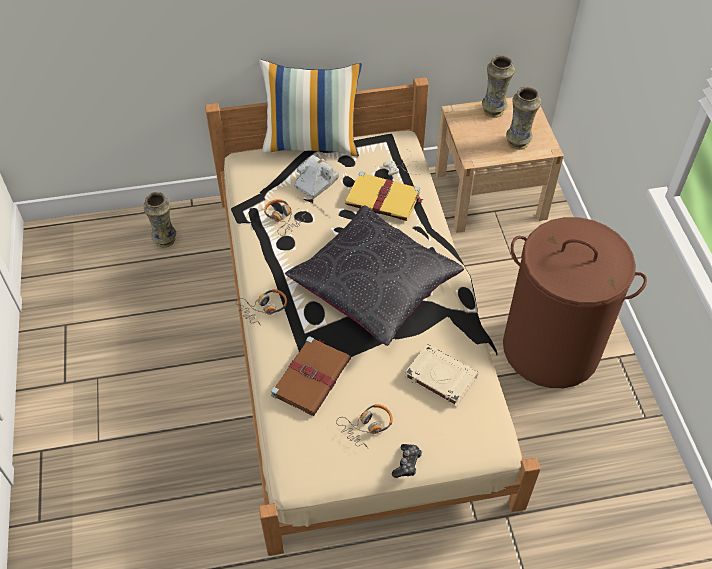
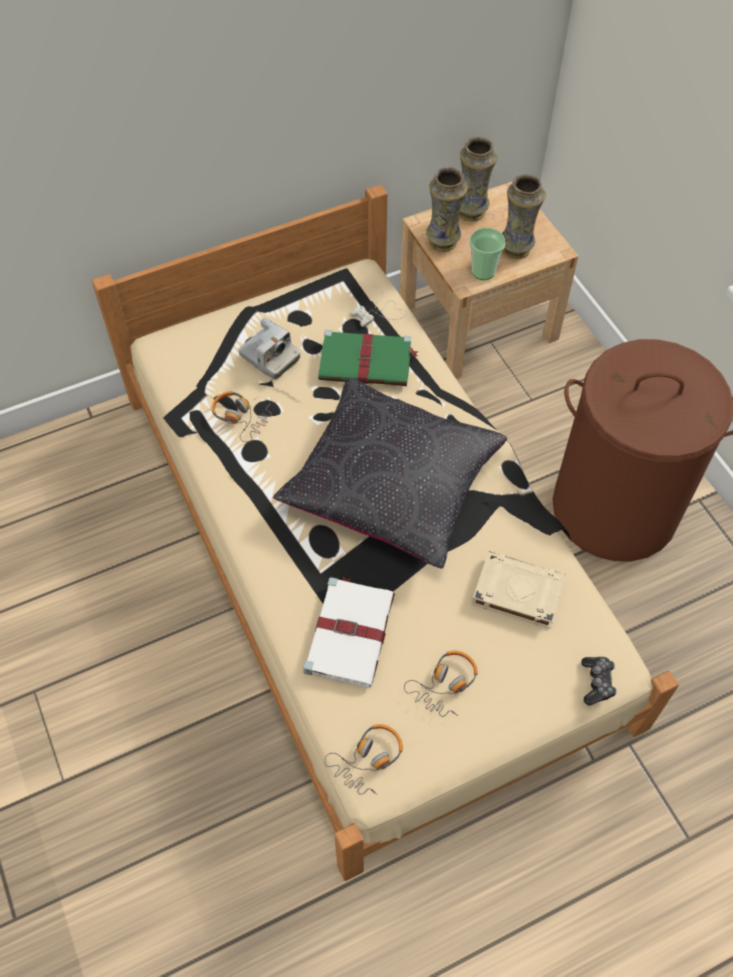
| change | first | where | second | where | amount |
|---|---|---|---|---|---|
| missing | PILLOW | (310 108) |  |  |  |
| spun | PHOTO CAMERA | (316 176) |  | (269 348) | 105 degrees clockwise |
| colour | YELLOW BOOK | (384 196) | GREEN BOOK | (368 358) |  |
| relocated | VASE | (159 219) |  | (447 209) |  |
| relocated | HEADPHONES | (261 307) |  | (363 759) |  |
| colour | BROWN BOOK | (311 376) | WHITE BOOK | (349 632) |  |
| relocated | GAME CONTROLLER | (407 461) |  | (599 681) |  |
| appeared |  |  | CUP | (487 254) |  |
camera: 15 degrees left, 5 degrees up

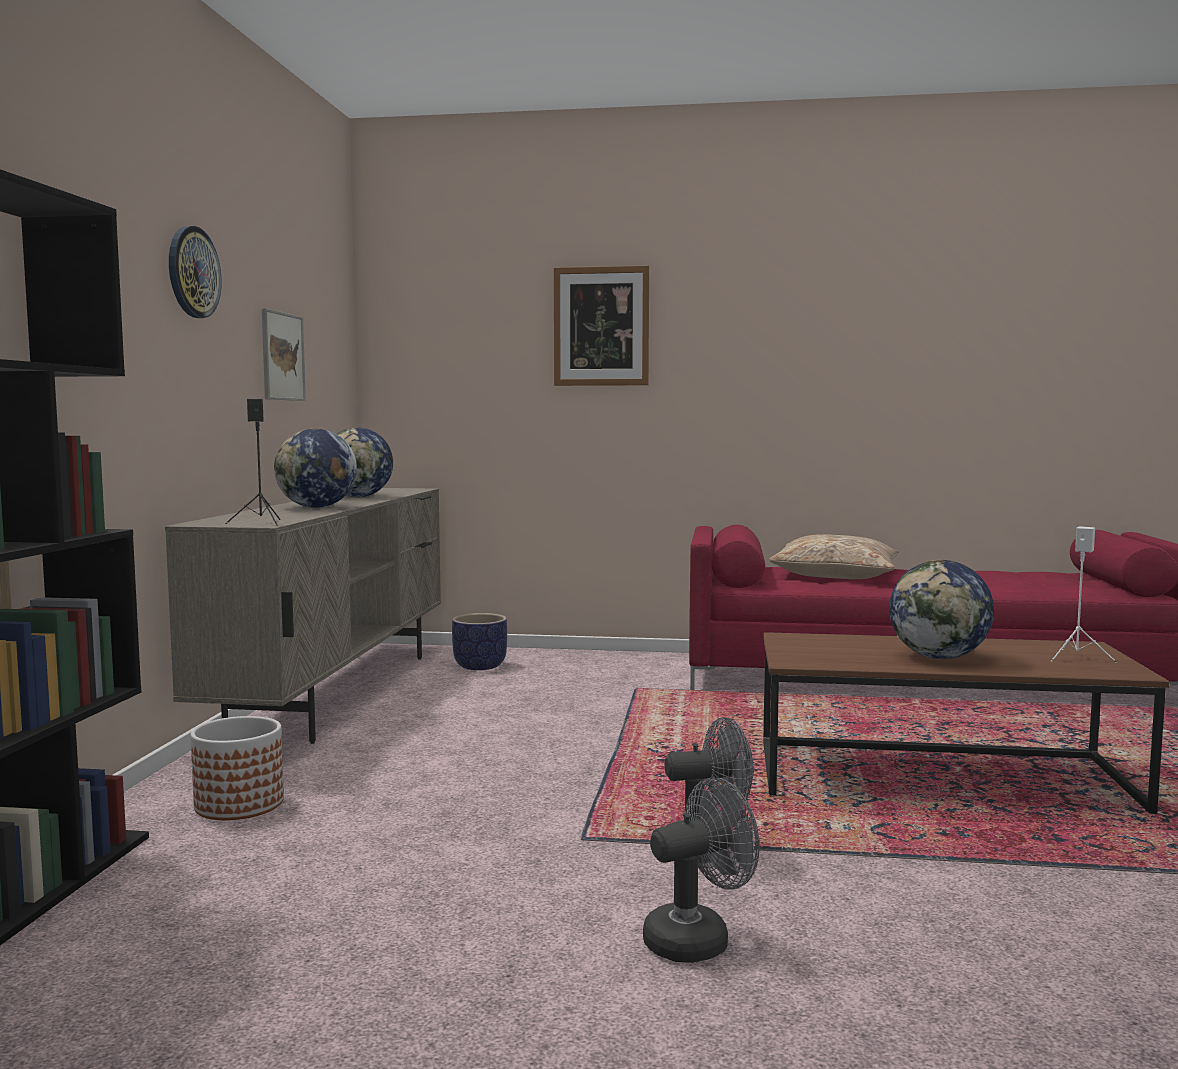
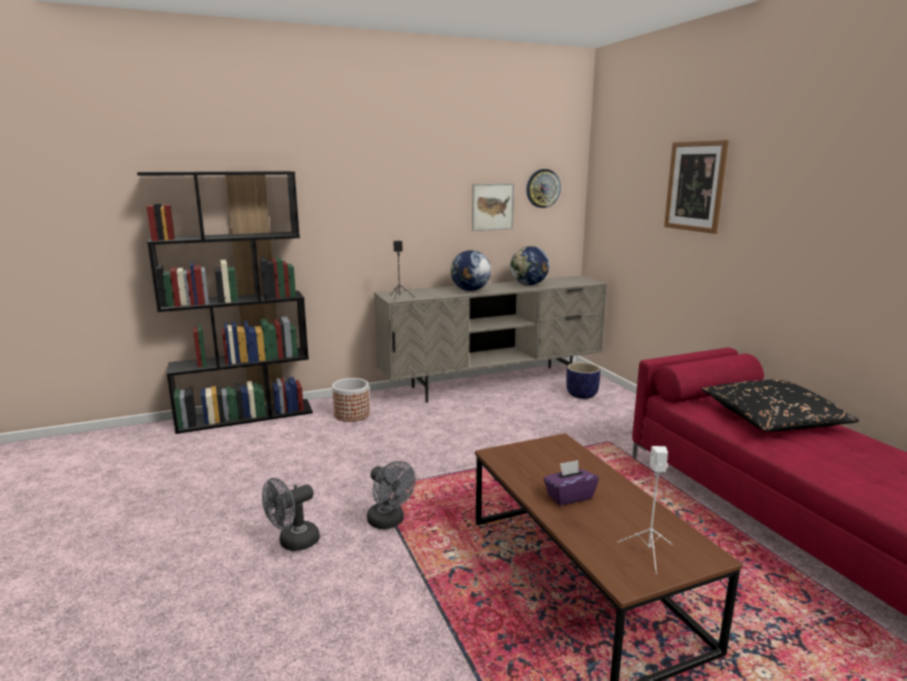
| change | first | where | second | where | amount |
|---|---|---|---|---|---|
| relocated | WALL CLOCK | (195 272) |  | (543 188) |  |
| colour | BEIGE PILLOW | (833 556) | BLACK PILLOW | (780 405) |  |
| exchanged | GLOBE | (941 609) | PURPLE TISSUE BOX | (571 482) |  |
| spun | GREY FAN | (701 870) |  | (291 514) | 105 degrees clockwise |
camera: 60 degrees right, 10 degrees up

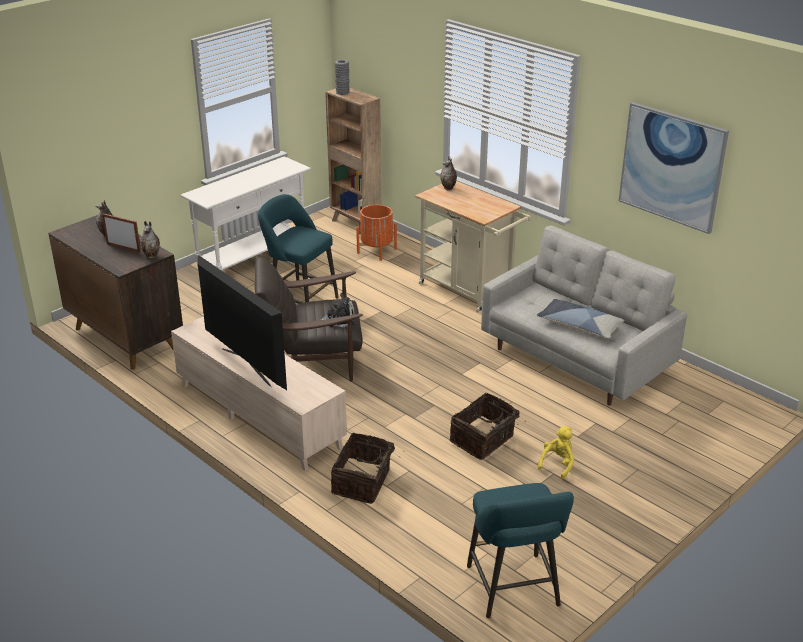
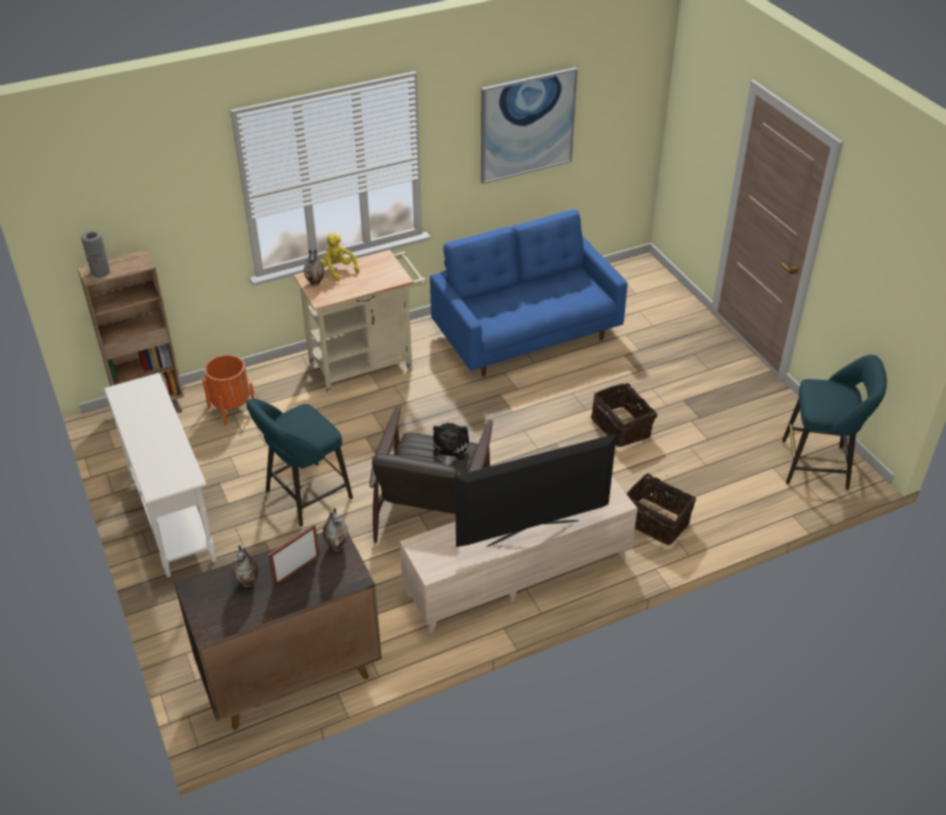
| change | first | where | second | where | amount |
|---|---|---|---|---|---|
| colour | GREY SOFA | (584 315) | BLUE SOFA | (529 293) |  |
| missing | PILLOW | (580 318) |  |  |  |
| relocated | YELLOW PLUSH TOY | (556 452) |  | (339 257) |  |
camera: 70 degrees left, 10 degrees up

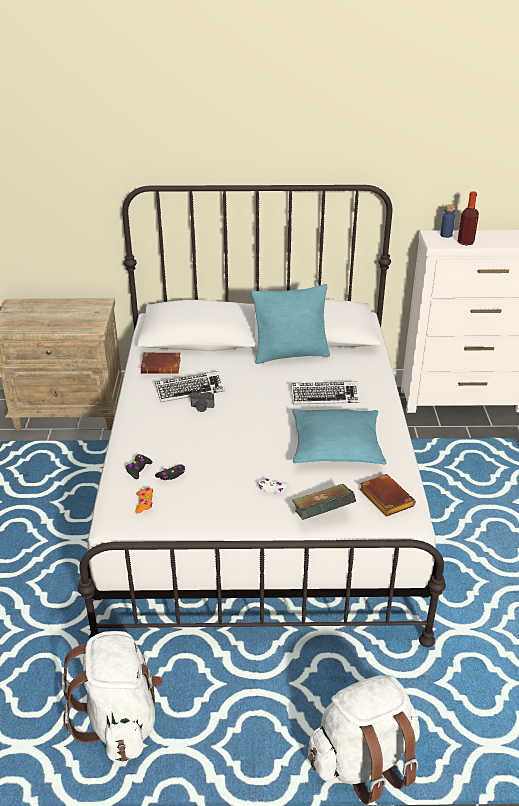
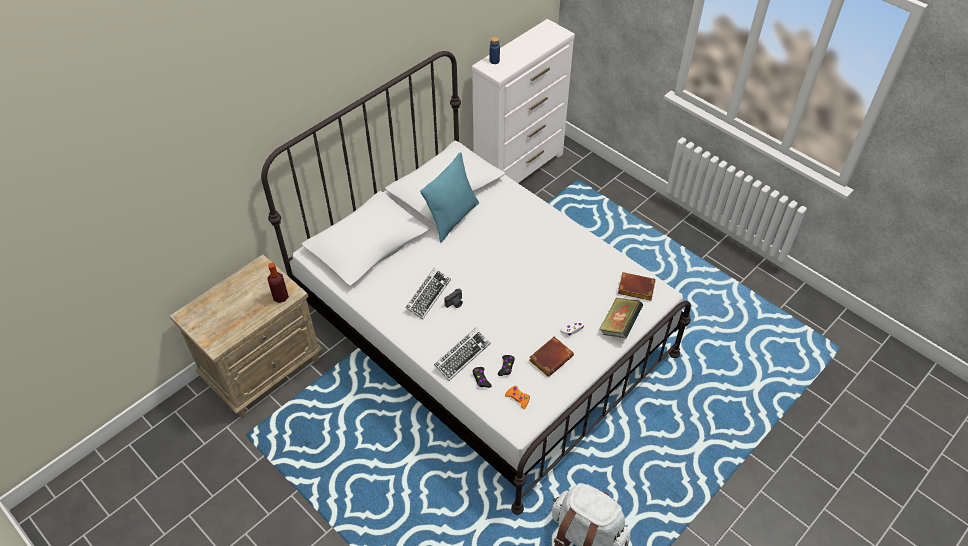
| change | first | where | second | where | amount |
|---|---|---|---|---|---|
| relocated | BOTTLE | (468 218) |  | (278 283) |  |
| relocated | BROWN BOOK | (160 363) |  | (551 357) |  |
| relocated | KEYBOARD | (325 393) |  | (462 354) |  |
| missing | TURQUOISE PILLOW | (340 436) |  |  |  |
| missing | WHITE BACKPACK | (364 739) |  |  |  |
camera: 45 degrees left, 15 degrees up

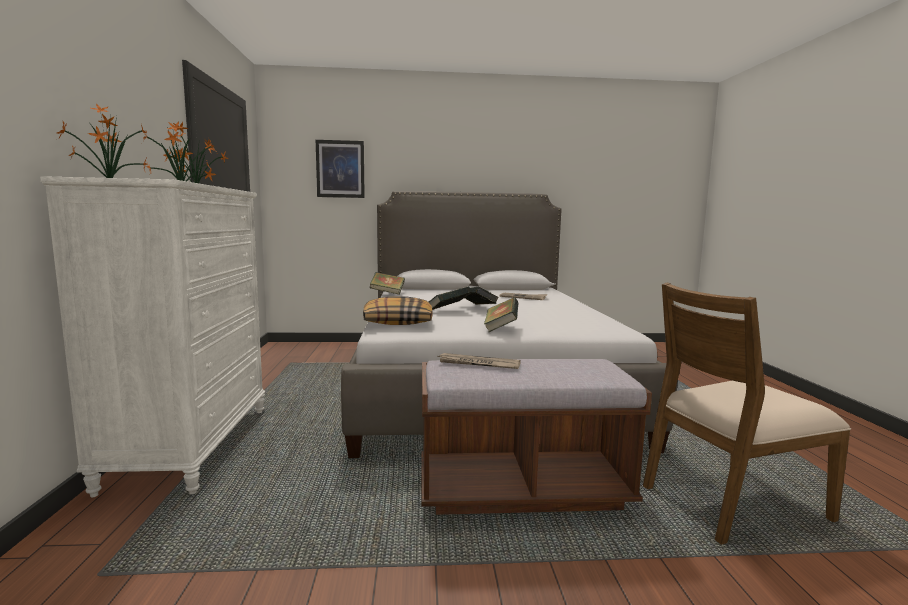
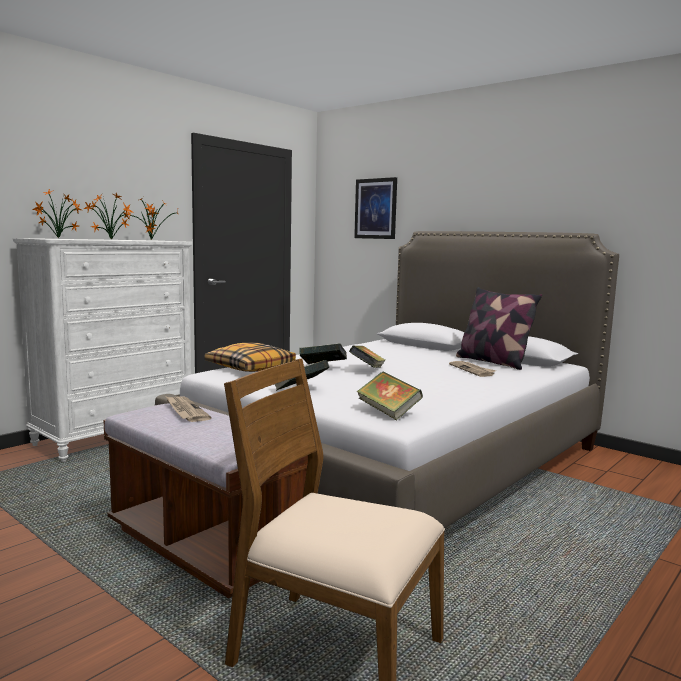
| change | first | where | second | where | amount |
|---|---|---|---|---|---|
| relocated | BOOK | (387 283) |  | (390 395) |  |
| appeared |  |  | PILLOW | (499 328) |  |
camera: 45 degrees right, 0 degrees up

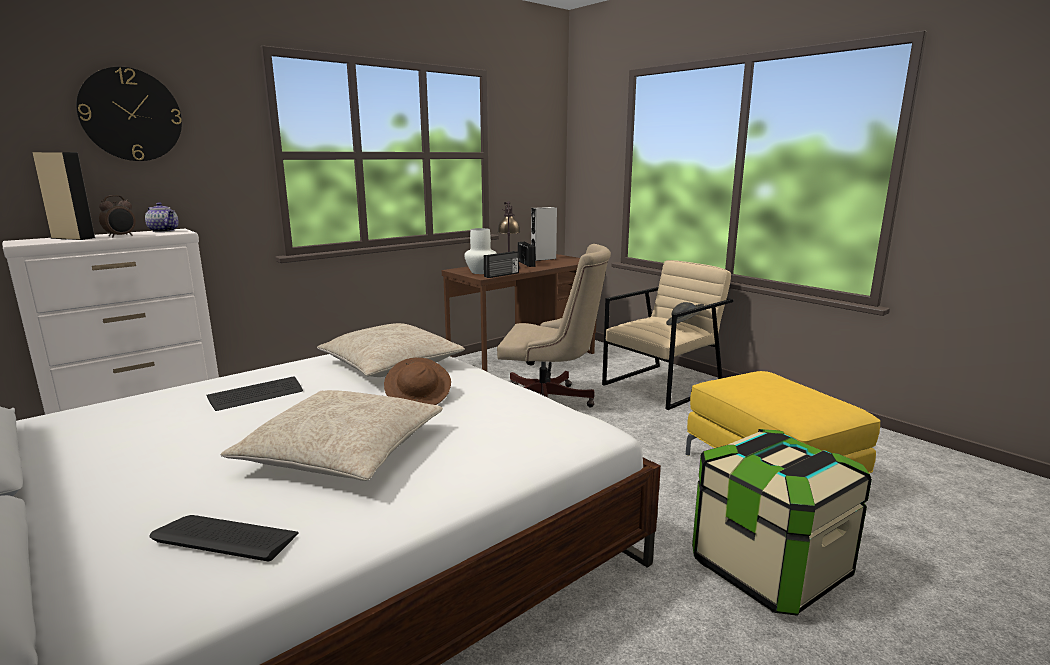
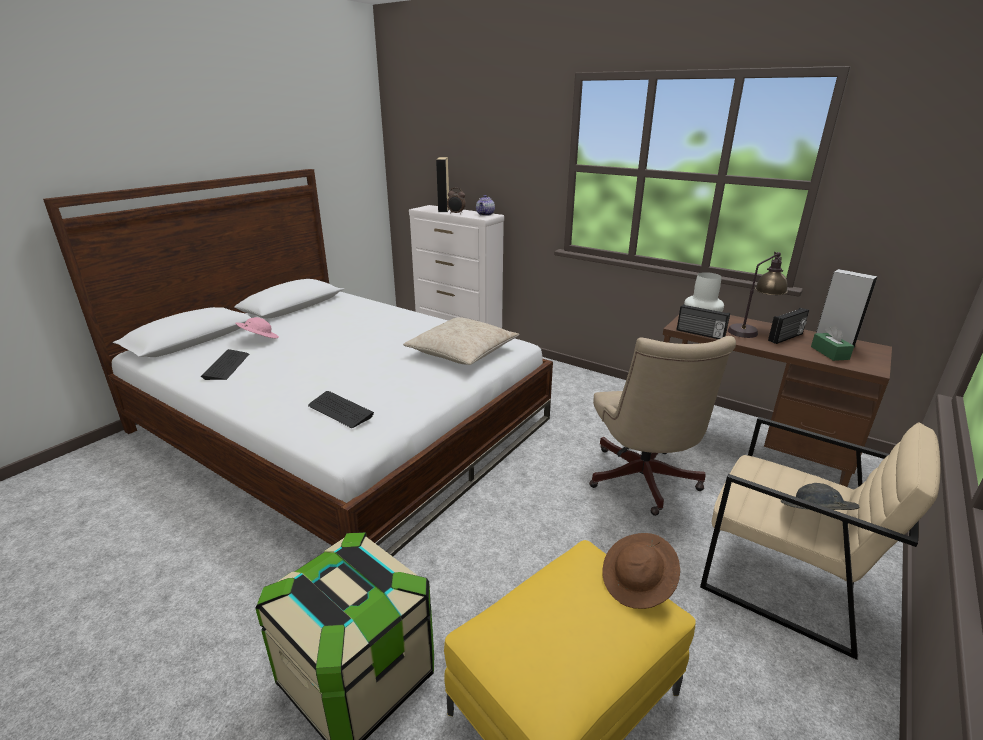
| change | first | where | second | where | amount |
|---|---|---|---|---|---|
| missing | WALL CLOCK | (129 114) |  |  |  |
| relocated | BROWN HAT | (417 381) |  | (641 571) |  |
| relocated | KEYBOARD | (254 393) |  | (341 409) |  |
| missing | BEIGE PILLOW | (331 435) |  |  |  |
| appeared |  |  | PINK HAT | (257 327) |  |
| appeared |  |  | GREEN TISSUE BOX | (832 343) |  |
camera: 75 degrees right, 10 degrees up

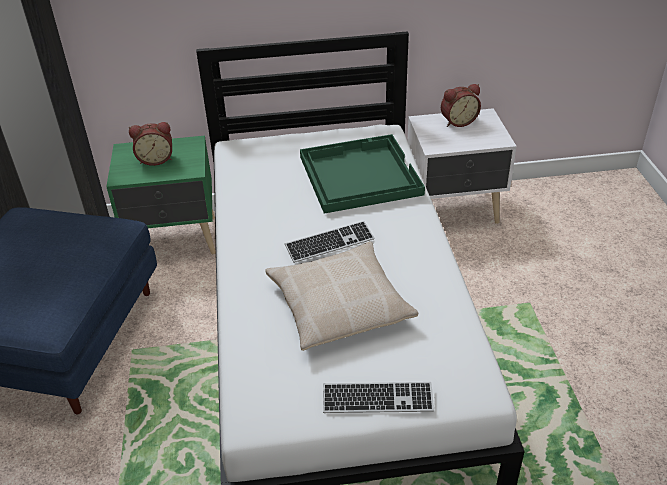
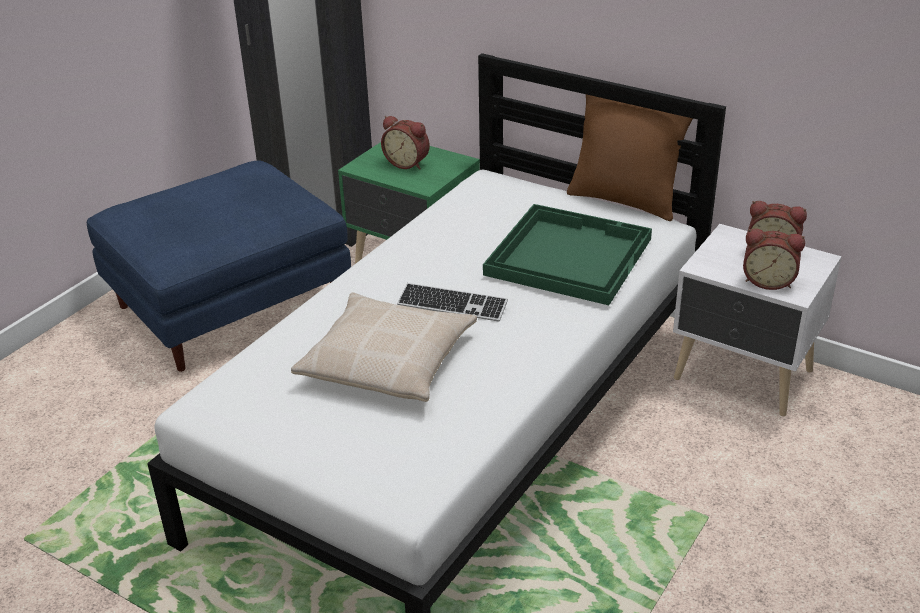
| change | first | where | second | where | amount |
|---|---|---|---|---|---|
| missing | KEYBOARD | (378 397) |  |  |  |
| appeared |  |  | BROWN PILLOW | (630 157) |  |
| appeared |  |  | ALARM CLOCK | (774 259) |  |
camera: 40 degrees right, 5 degrees down

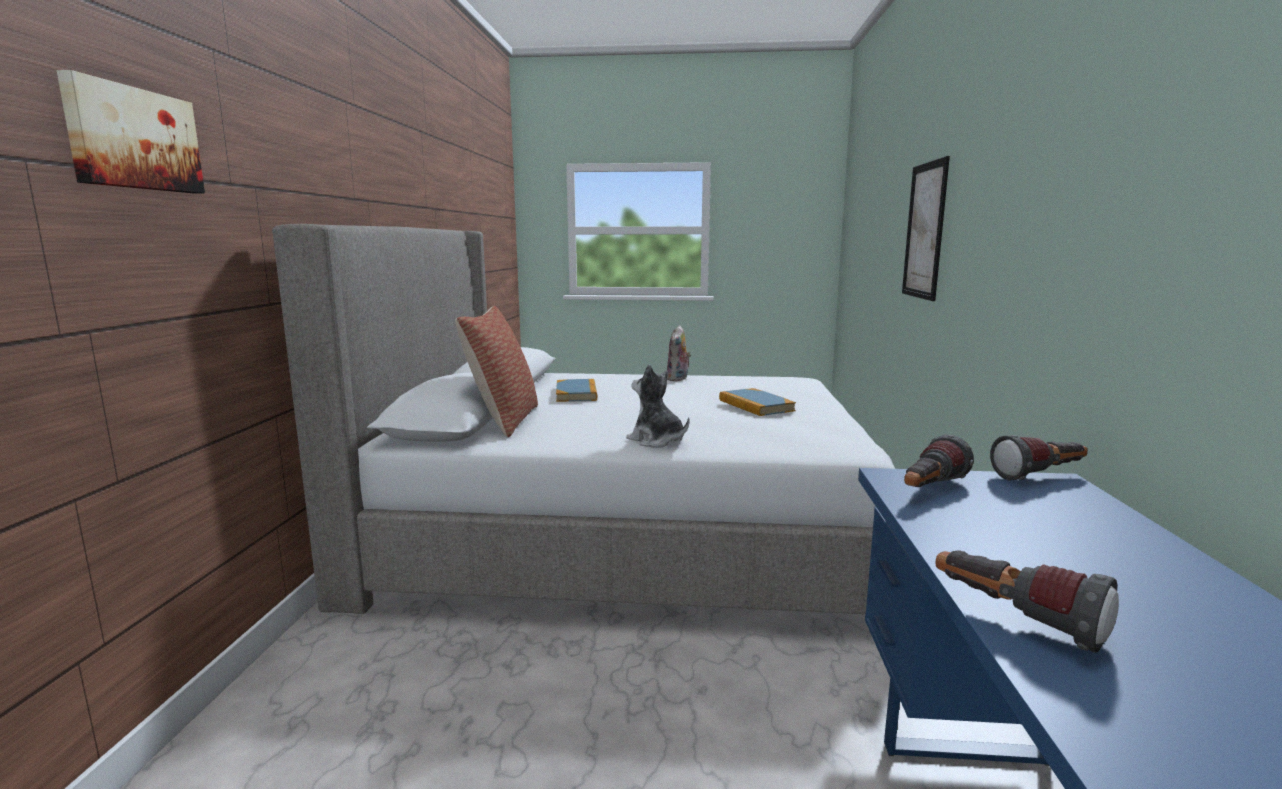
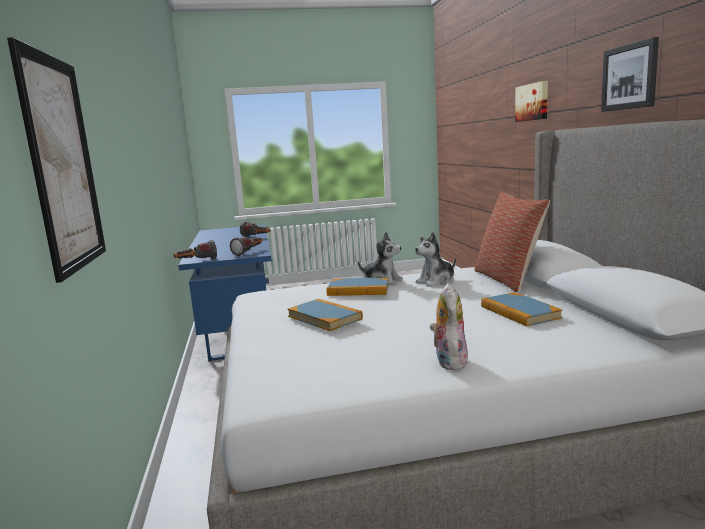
| change | first | where | second | where | amount |
|---|---|---|---|---|---|
| appeared |  |  | PICTURE | (630 74) |  |
| appeared |  |  | PLUSH TOY | (435 259) |  |
| appeared |  |  | BOOK | (357 287) |  |
camera: 165 degrees right, 0 degrees up

